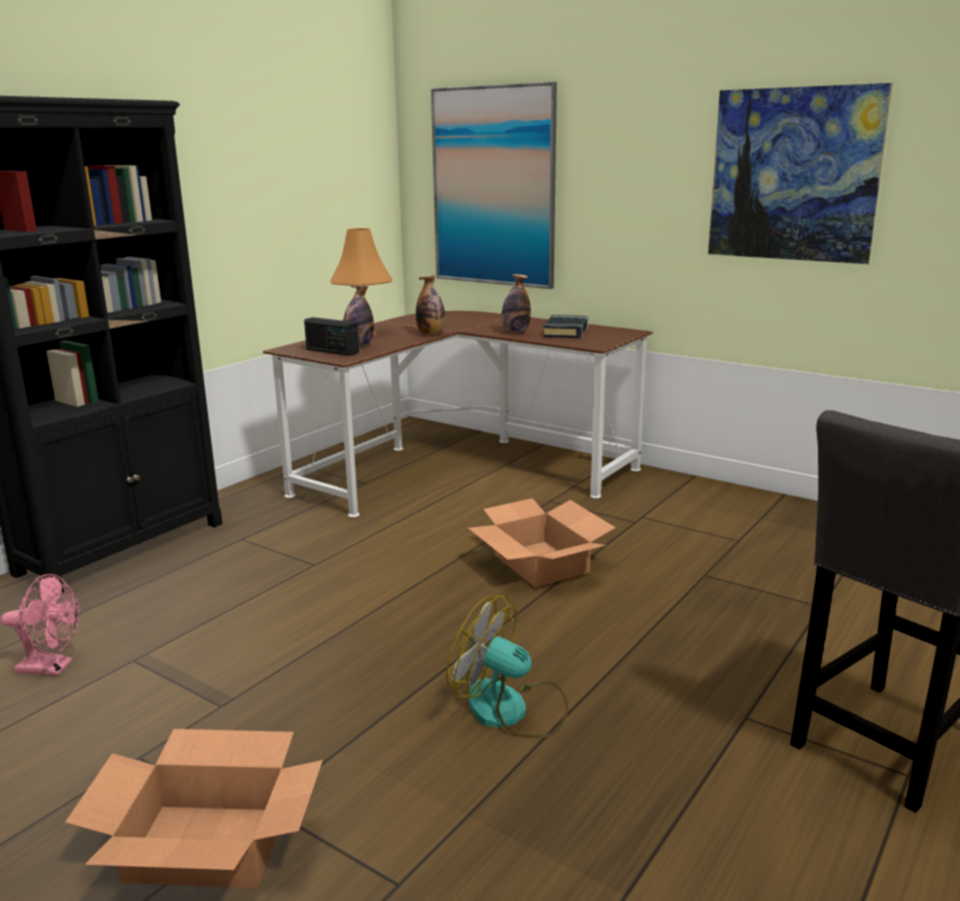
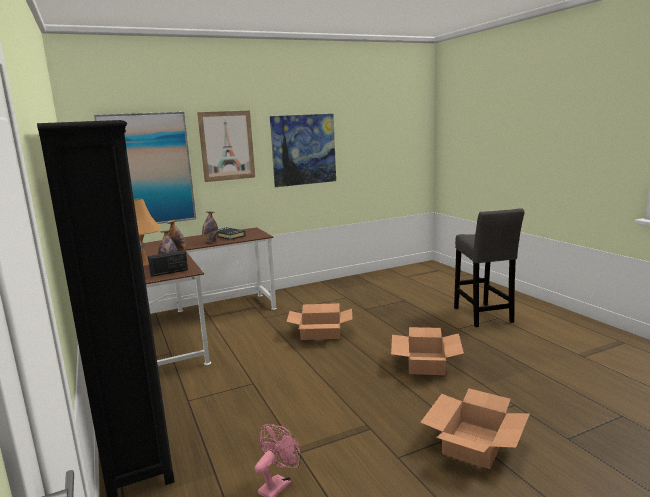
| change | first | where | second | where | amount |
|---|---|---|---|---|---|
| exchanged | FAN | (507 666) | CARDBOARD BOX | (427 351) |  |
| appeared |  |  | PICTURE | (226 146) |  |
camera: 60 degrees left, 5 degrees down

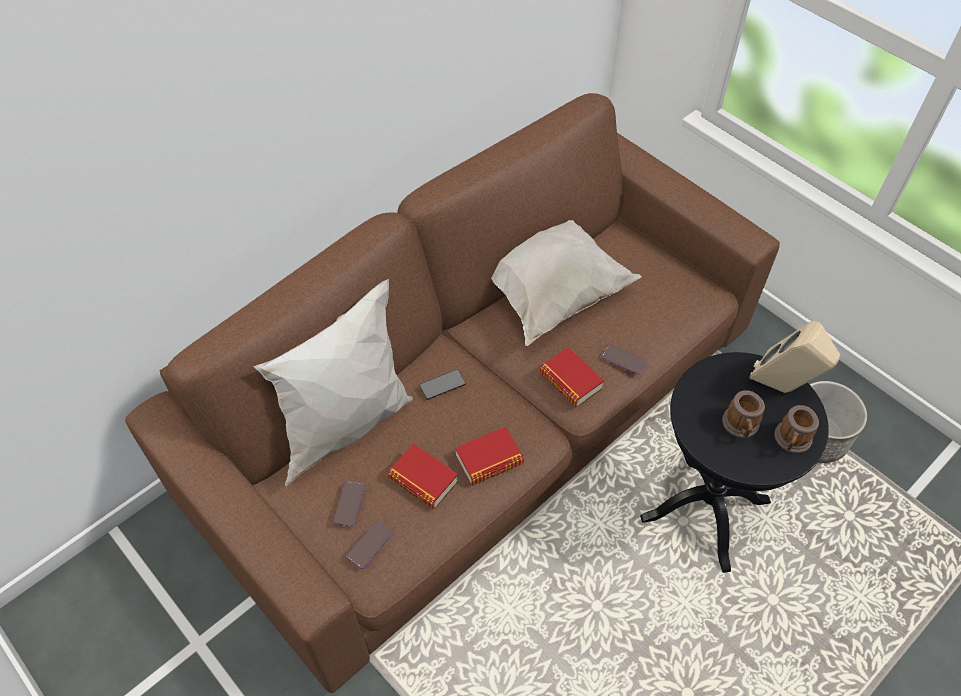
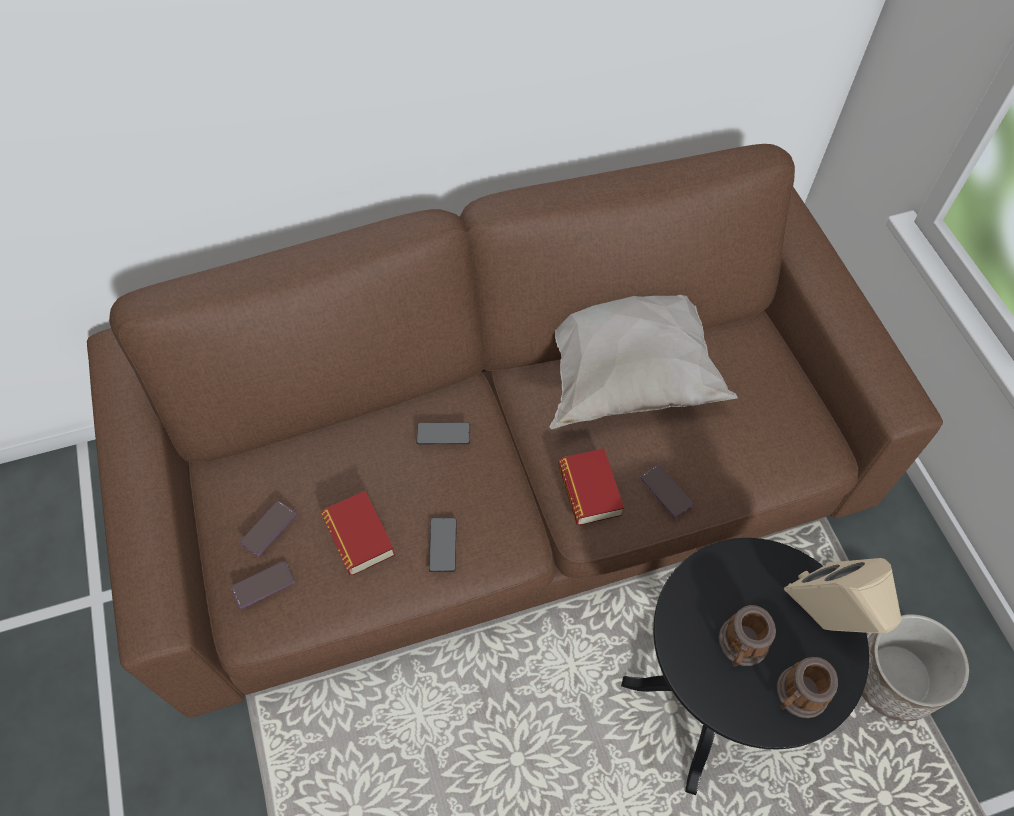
| change | first | where | second | where | amount |
|---|---|---|---|---|---|
| missing | WHITE PILLOW | (333 382) |  |  |  |
| exchanged | BOOK | (489 456) | PHONE | (443 545) |  |
camera: 25 degrees right, 5 degrees up

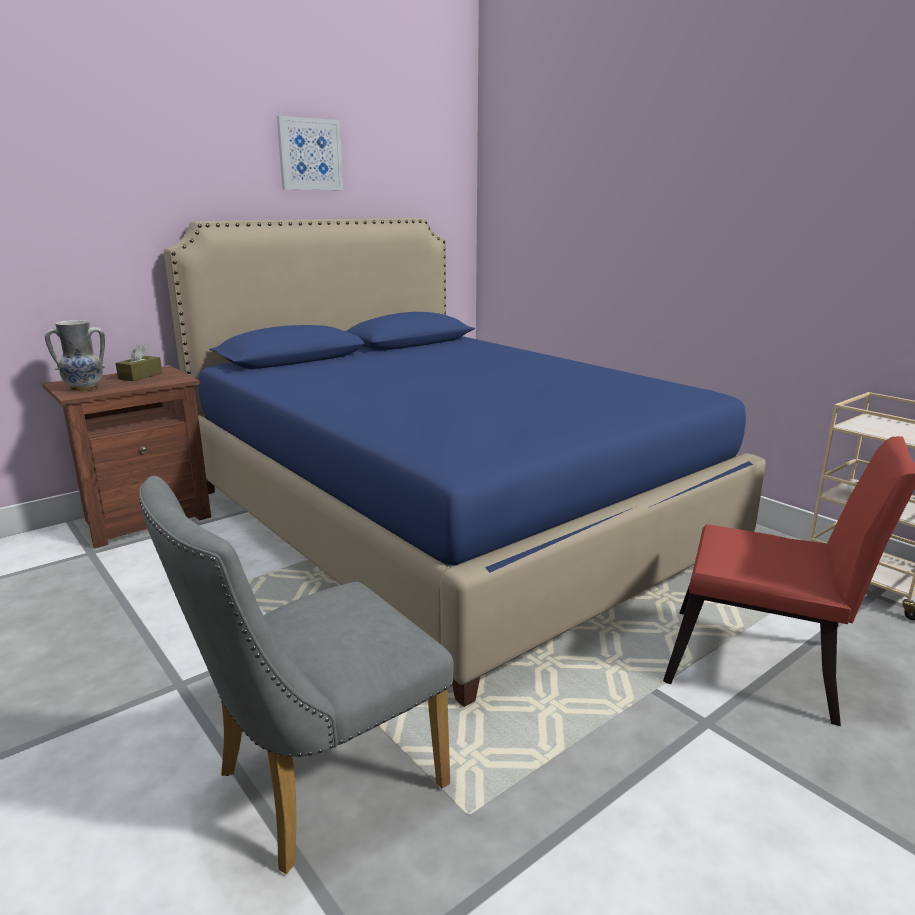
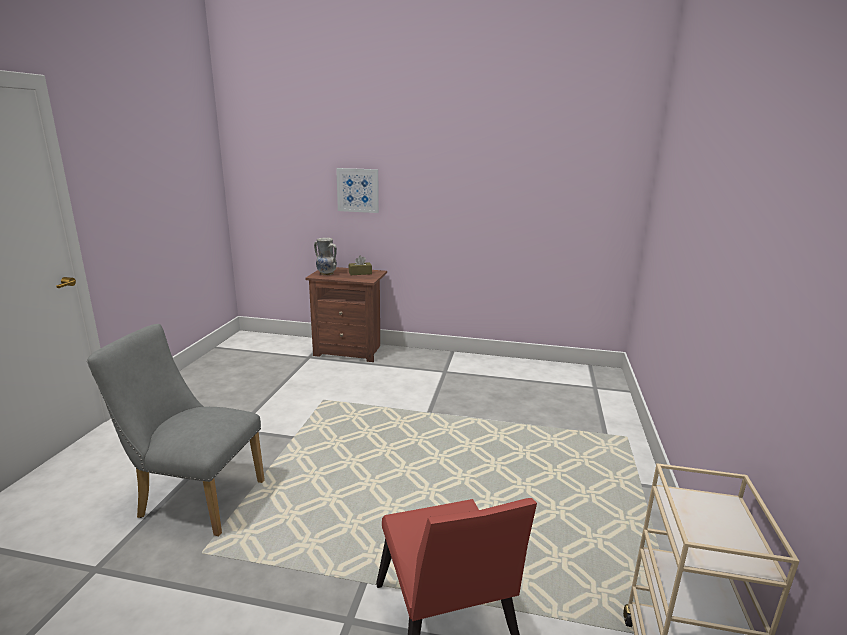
| change | first | where | second | where | amount |
|---|---|---|---|---|---|
| relocated | PICTURE | (310 153) |  | (357 190) |  |
| missing | BLUE BED | (465 462) |  |  |  |
camera: 50 degrees right, 0 degrees up

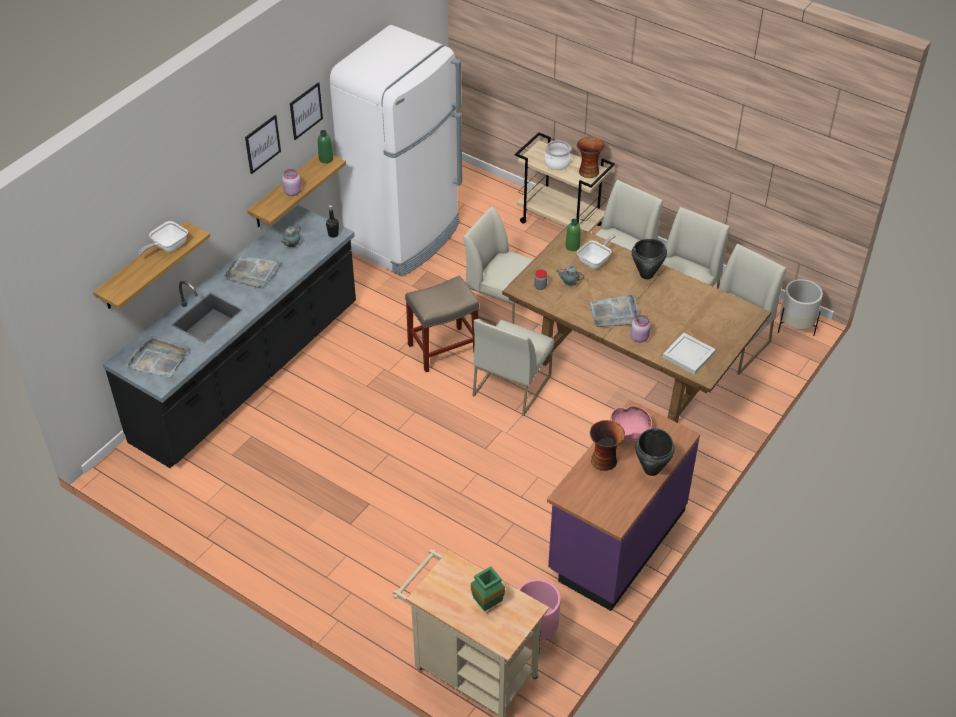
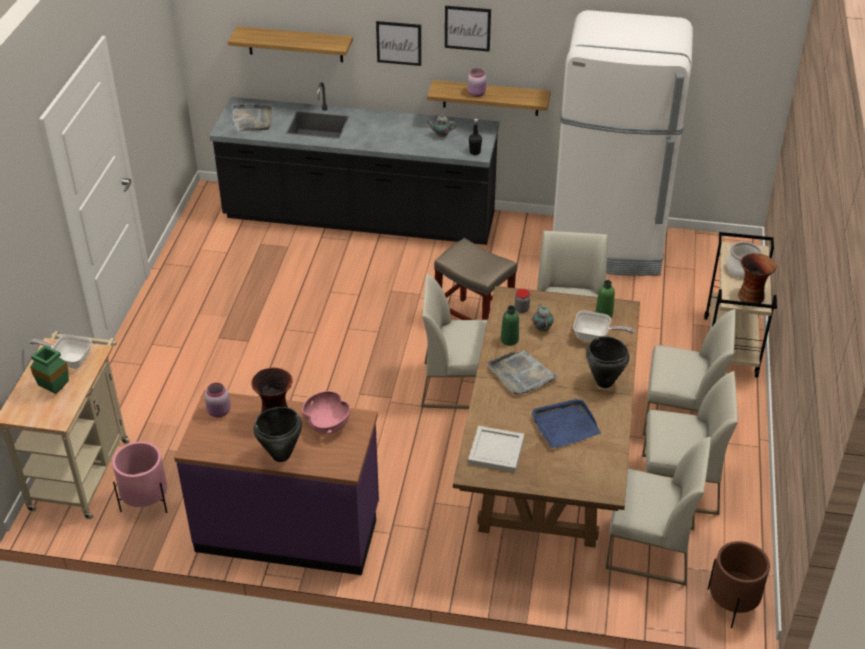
| change | first | where | second | where | amount |
|---|---|---|---|---|---|
| relocated | PICTURE | (306 111) |  | (398 43) |  |
| relocated | GREEN BOTTLE | (325 146) |  | (510 326) |  |
| relocated | FRYING PAN | (163 238) |  | (60 352) |  |
| missing | GREY TRAY | (252 272) |  |  |  |
| colour | WHITE PLANTER | (800 307) | BROWN PLANTER | (739 584) |  |
| relocated | PINK JAR | (640 328) |  | (217 400) |  |
| appeared |  |  | BLUE TRAY | (566 423) |  |
camera: 65 degrees right, 5 degrees down

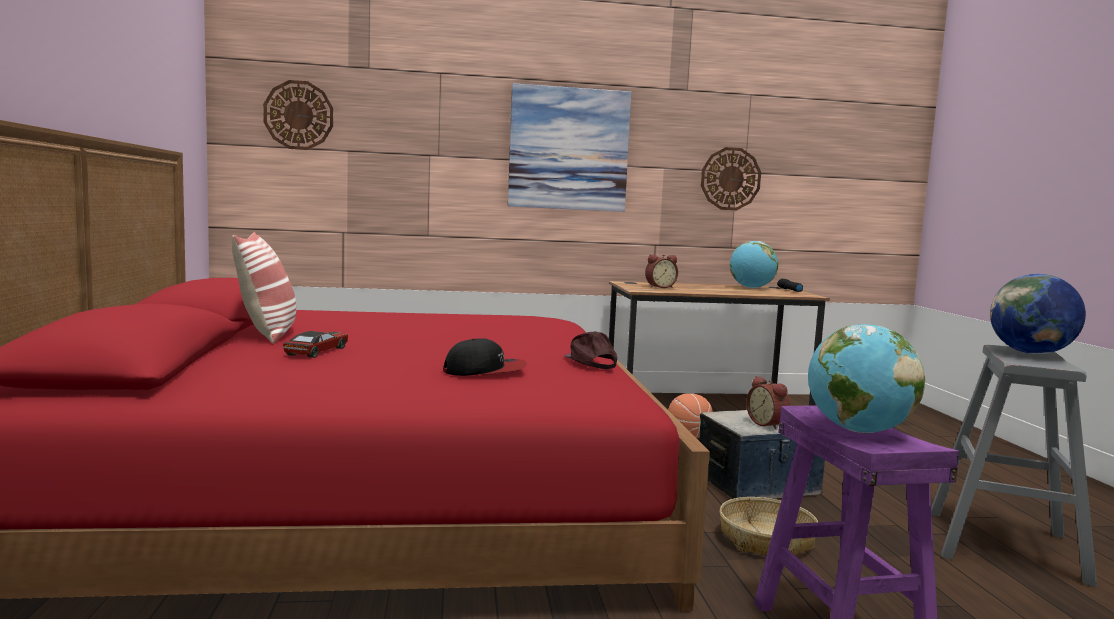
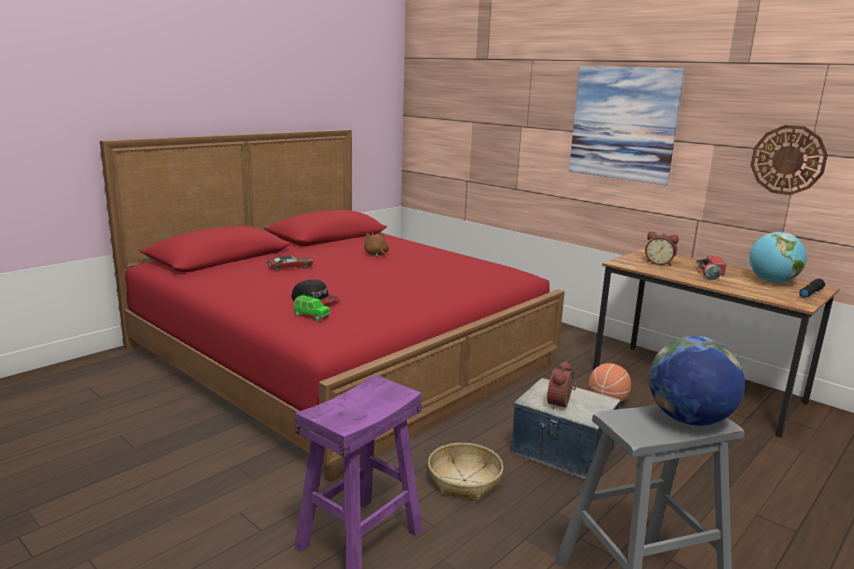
| change | first | where | second | where | amount |
|---|---|---|---|---|---|
| missing | WALL CLOCK | (298 115) |  |  |  |
| missing | PILLOW | (264 288) |  |  |  |
| missing | GLOBE | (866 378) |  |  |  |
| missing | BROWN CAP | (591 350) |  |  |  |
| appeared |  |  | BROWN PLUSH TOY | (376 245) |  |
| appeared |  |  | FLASHLIGHT | (711 268) |  |
| appeared |  |  | GREEN TOY CAR | (311 307) |  |
camera: 50 degrees right, 10 degrees up

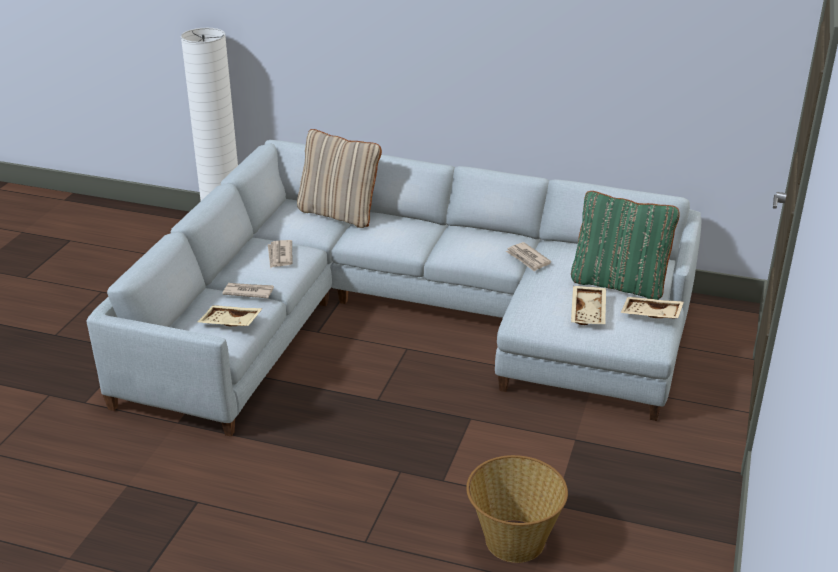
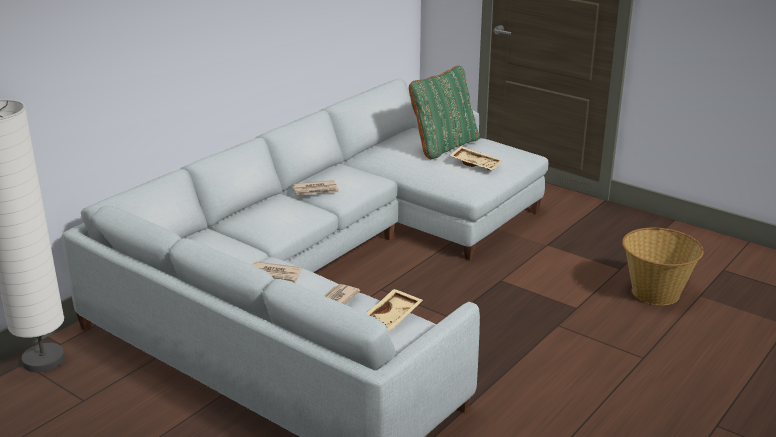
| change | first | where | second | where | amount |
|---|---|---|---|---|---|
| missing | BEIGE PILLOW | (339 178) |  |  |  |
| relocated | NEWSPAPER | (528 257) |  | (316 187) |  |
| missing | BEIGE TRAY | (652 308) |  |  |  |
camera: 70 degrees left, 5 degrees down

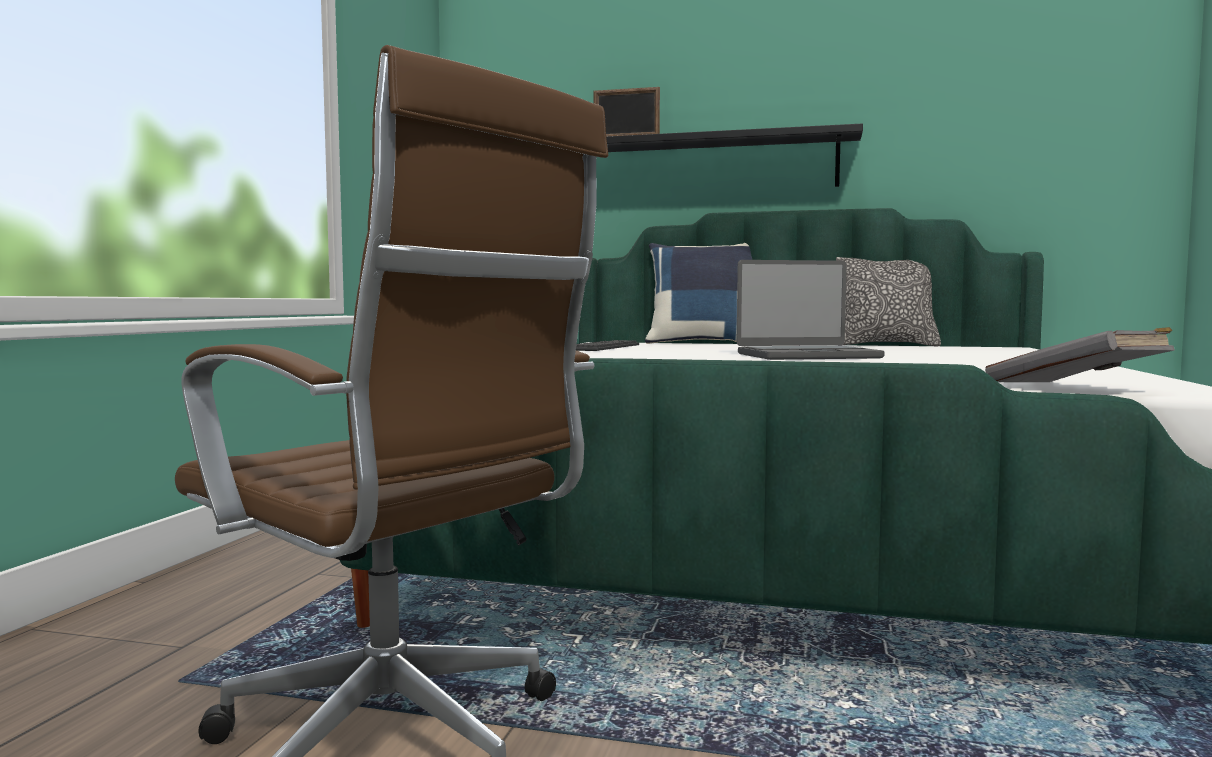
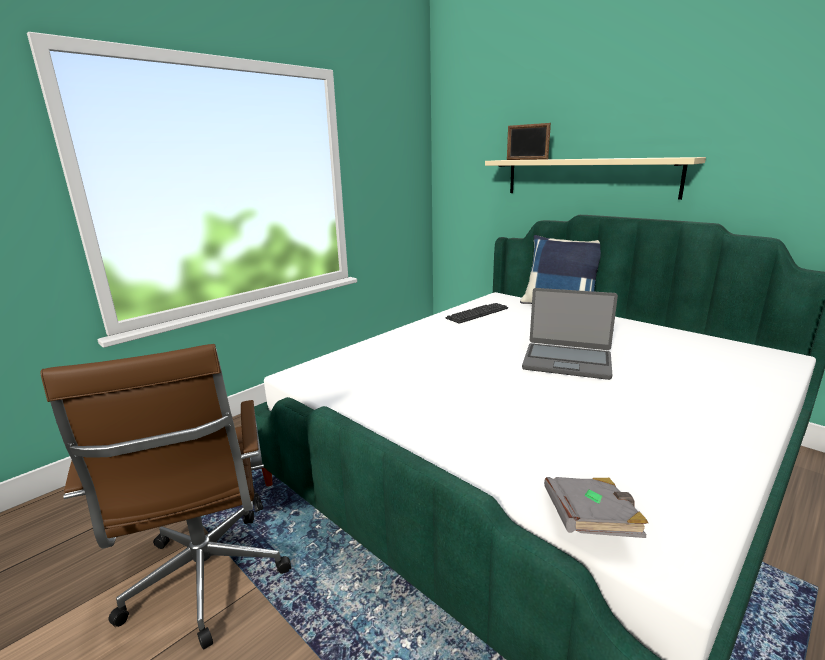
| change | first | where | second | where | amount |
|---|---|---|---|---|---|
| colour | BLACK SHELF | (734 155) | BEIGE SHELF | (595 178) |  |
| missing | PILLOW | (888 301) |  |  |  |
camera: 30 degrees right, 15 degrees up

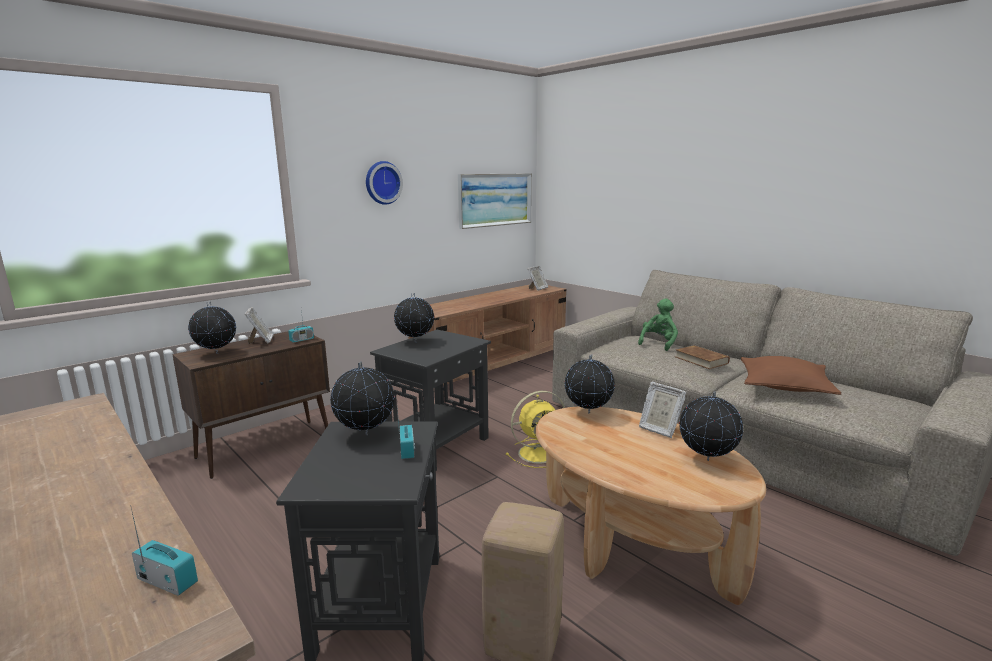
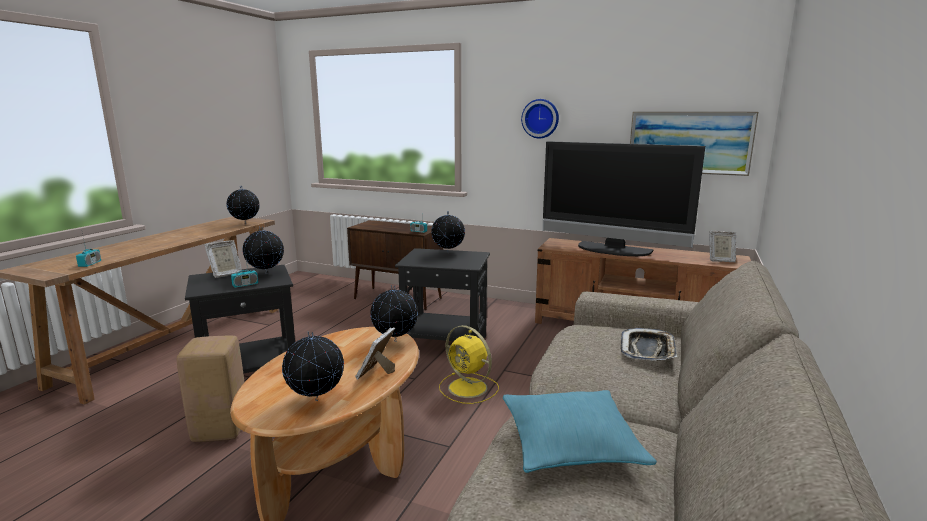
| change | first | where | second | where | amount |
|---|---|---|---|---|---|
| exchanged | GREEN PLUSH TOY | (658 324) | TRAY | (649 344) |  |
| relocated | GLOBE | (212 328) |  | (243 204) |  |
| relocated | PICTURE FRAME | (259 325) |  | (223 259) |  |
| missing | BROWN BOOK | (703 357) |  |  |  |
| colour | BROWN PILLOW | (791 375) | TURQUOISE PILLOW | (580 431) |  |
| appeared |  |  | TELEVISION | (624 198) |  |
camera: 65 degrees right, 0 degrees up

